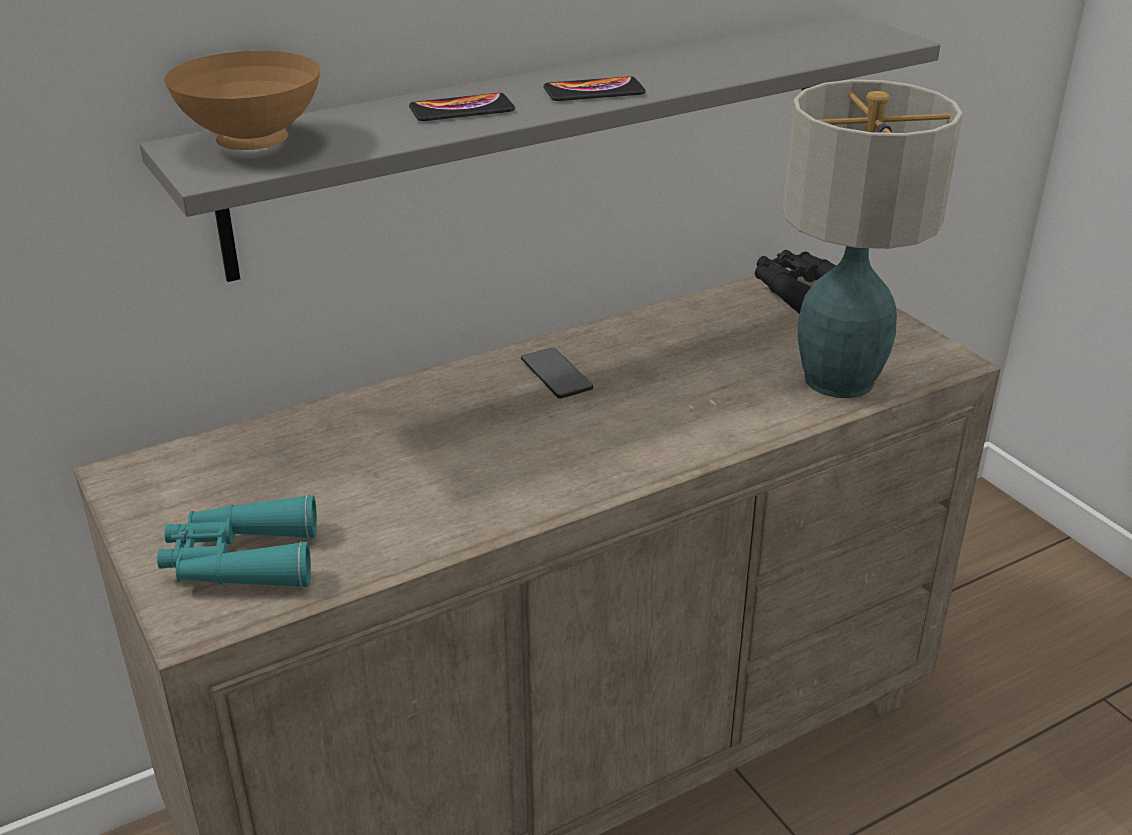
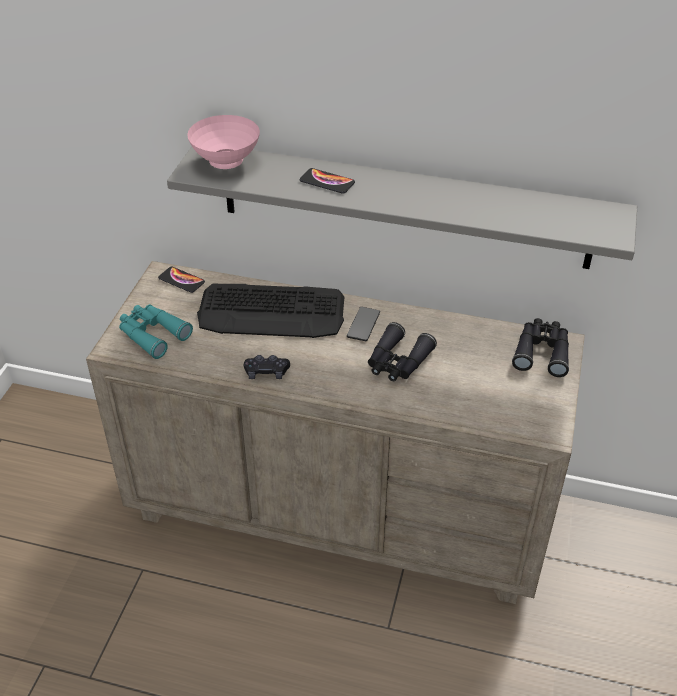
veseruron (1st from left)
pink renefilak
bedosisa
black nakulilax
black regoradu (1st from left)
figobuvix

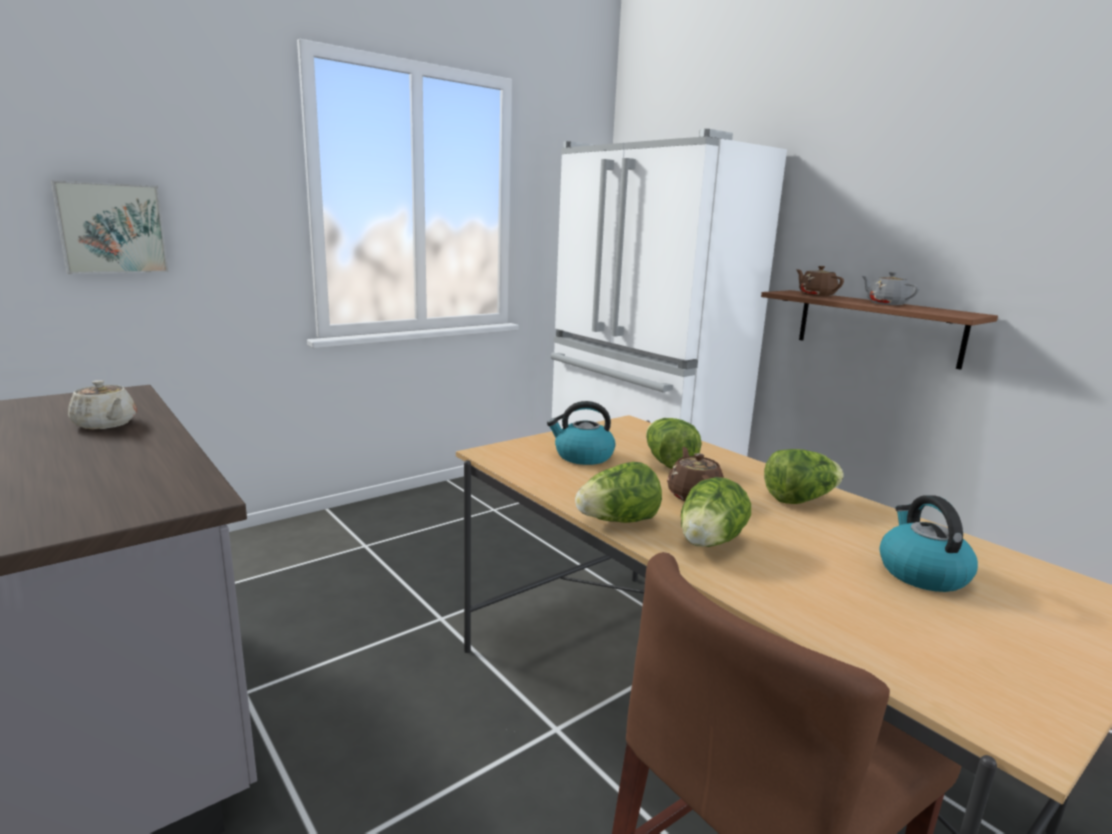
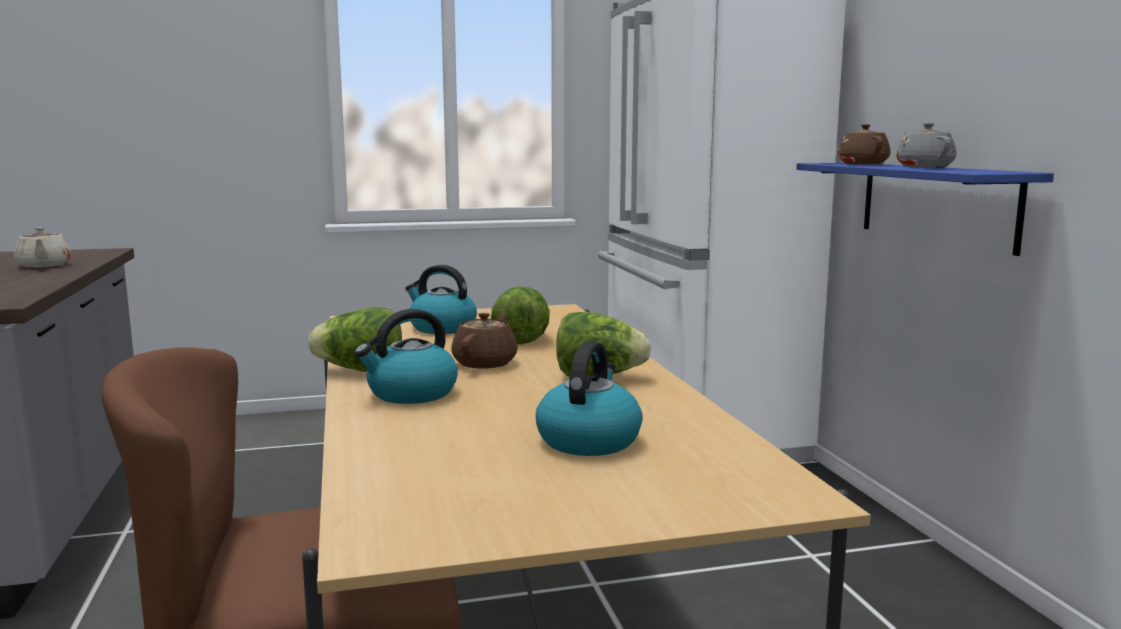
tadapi (1st from left)
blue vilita
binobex

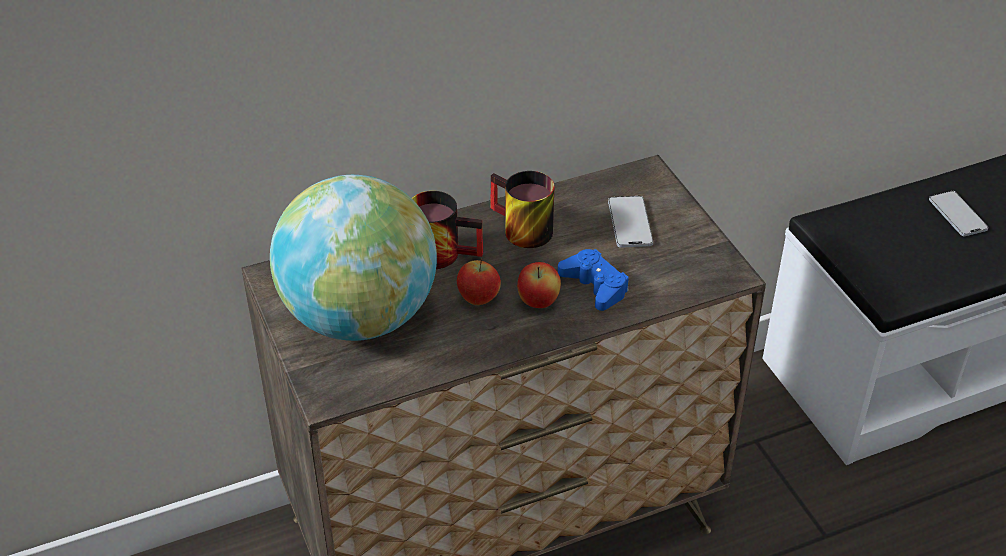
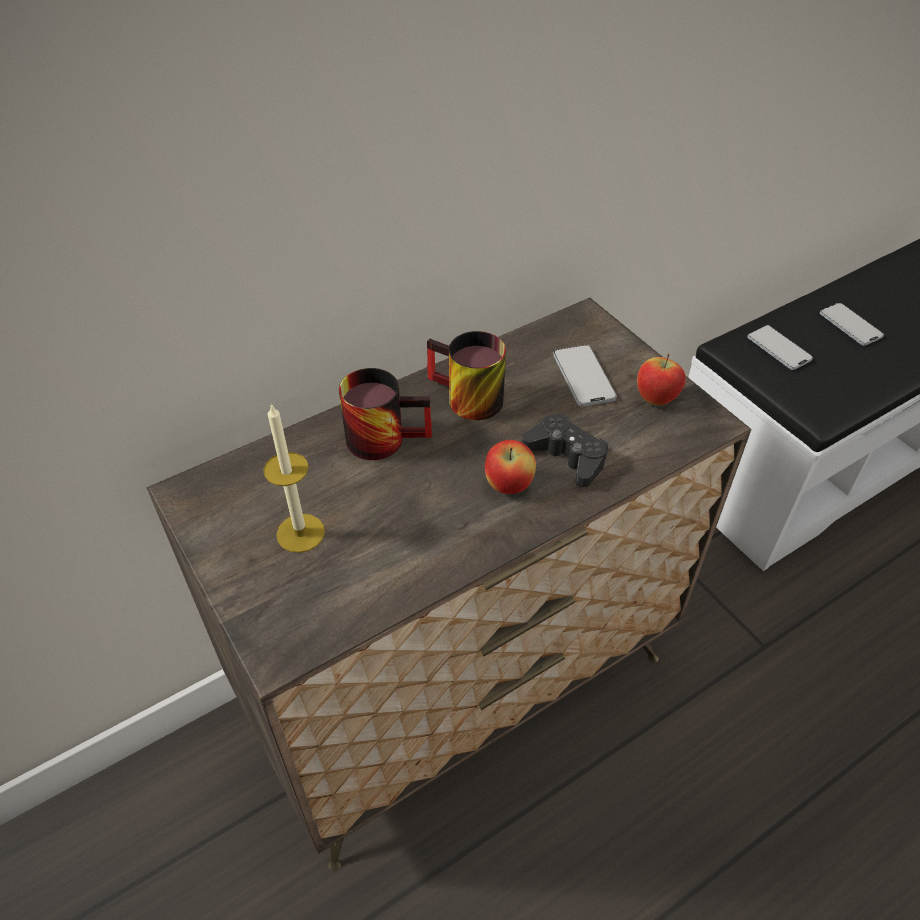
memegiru
black nakulilax
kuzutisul (2nd from left)
veseruron (2nd from left)

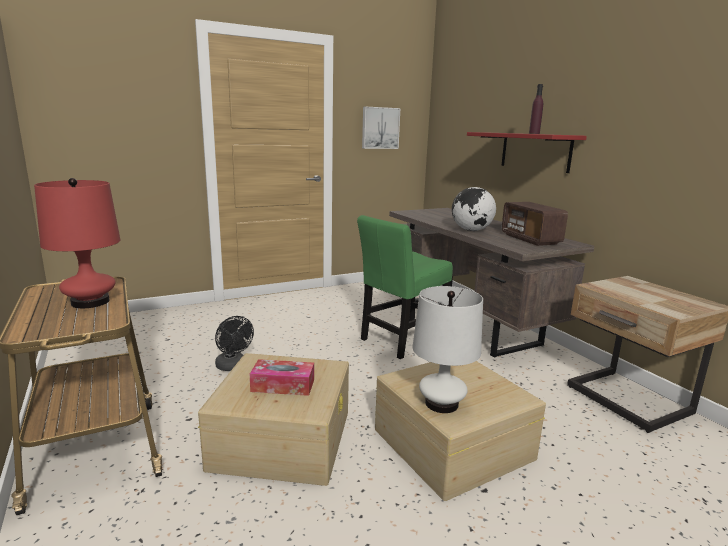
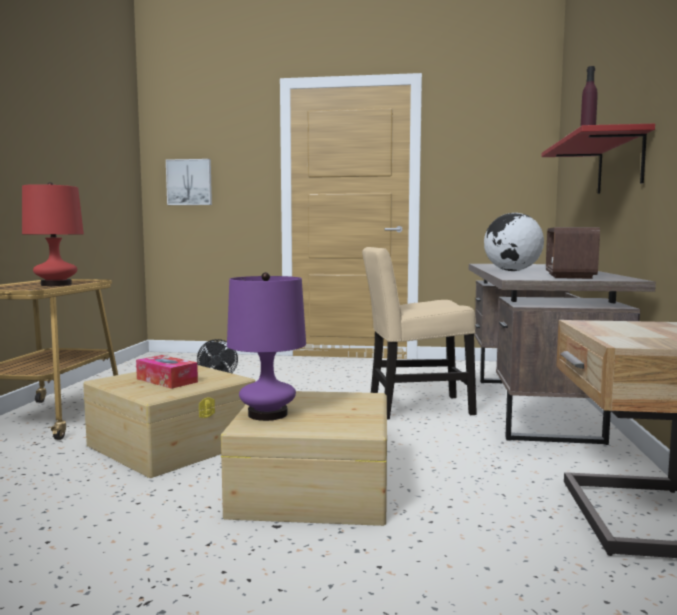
binobex
purple figobuvix
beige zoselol

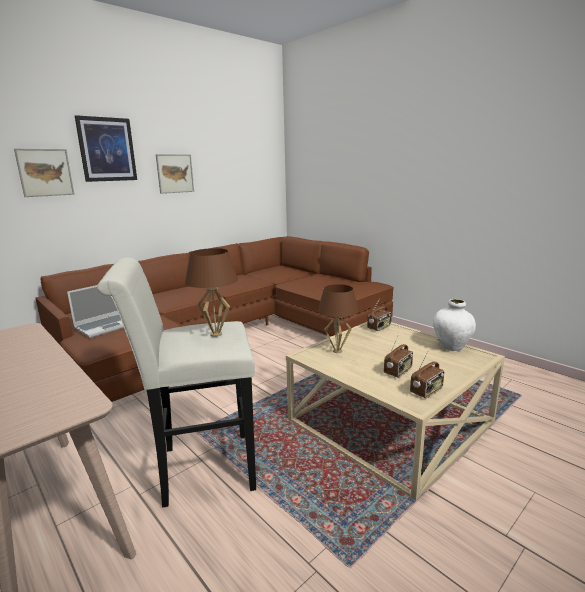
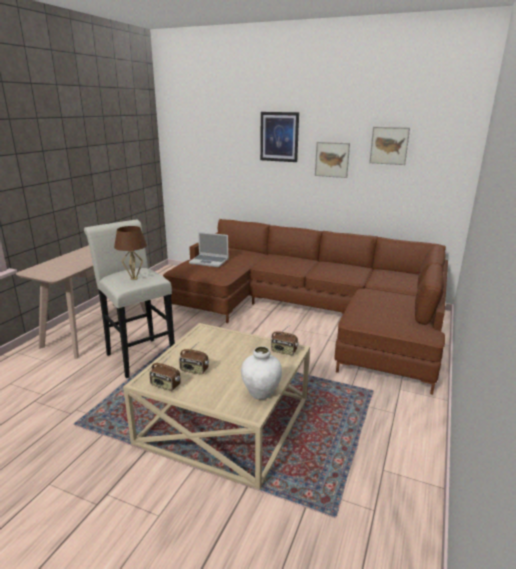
binobex (3rd from left)
brown figobuvix (2nd from left in the first image)

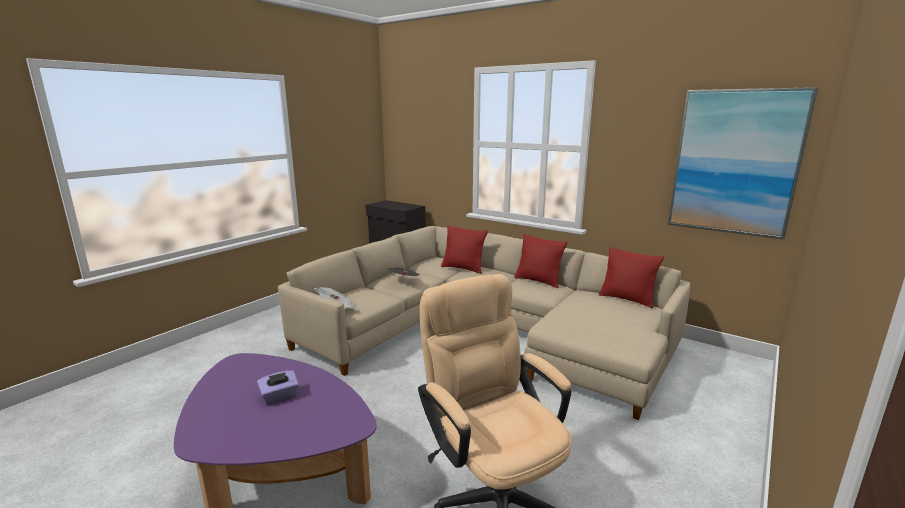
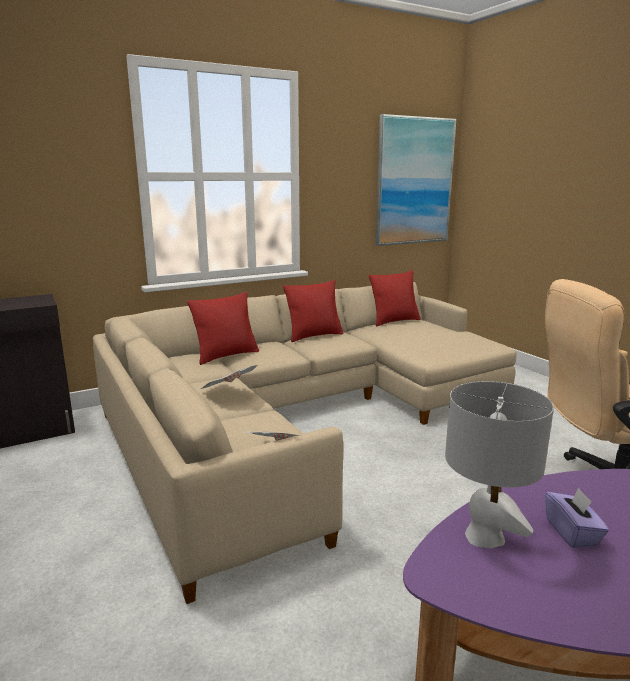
grey figobuvix

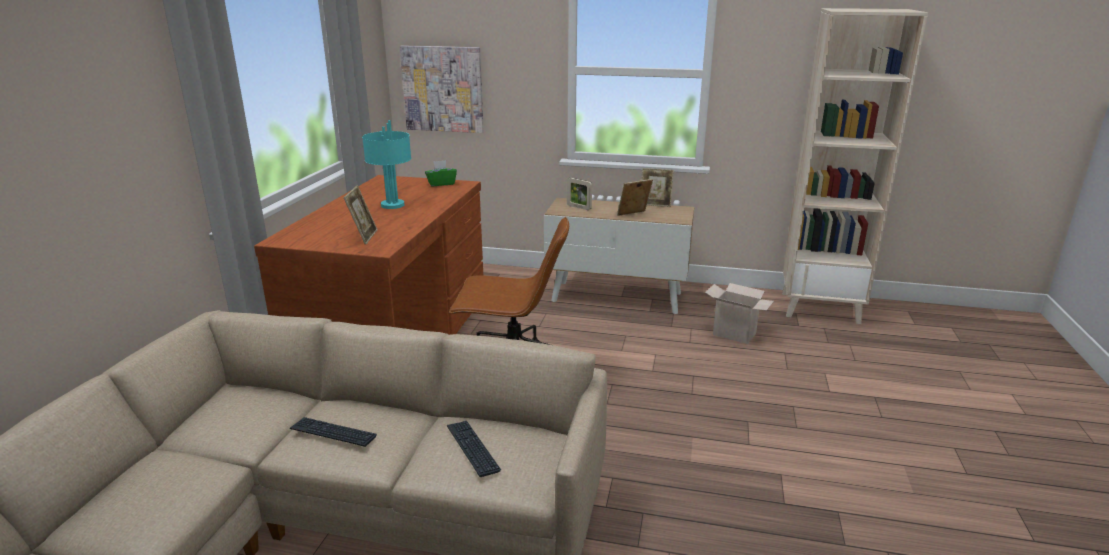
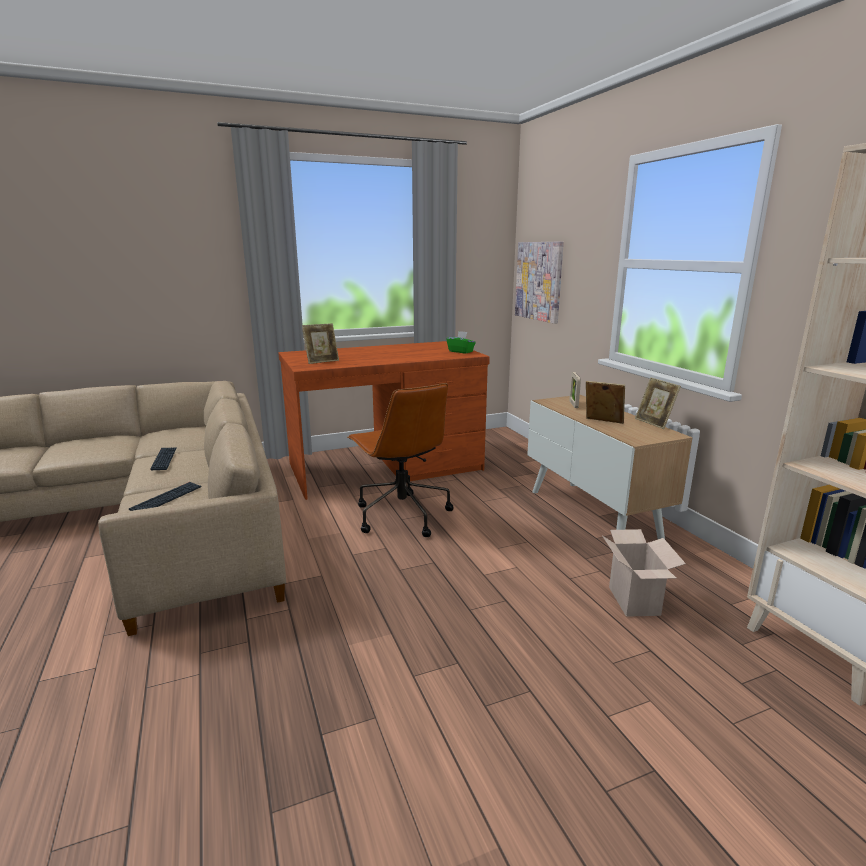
turquoise figobuvix

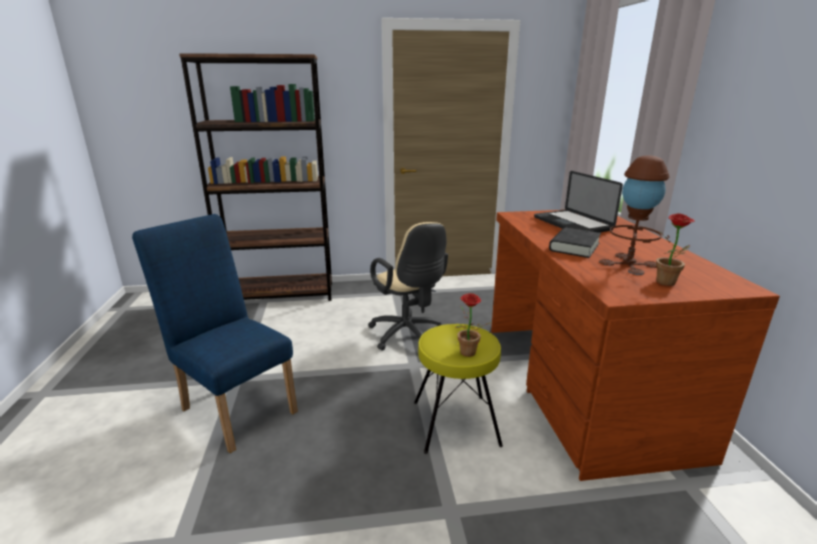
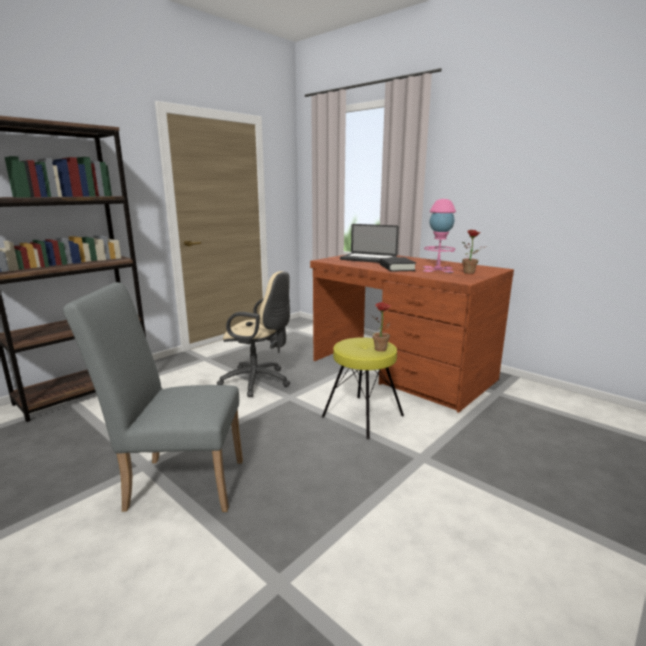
grey zoselol
pink figobuvix

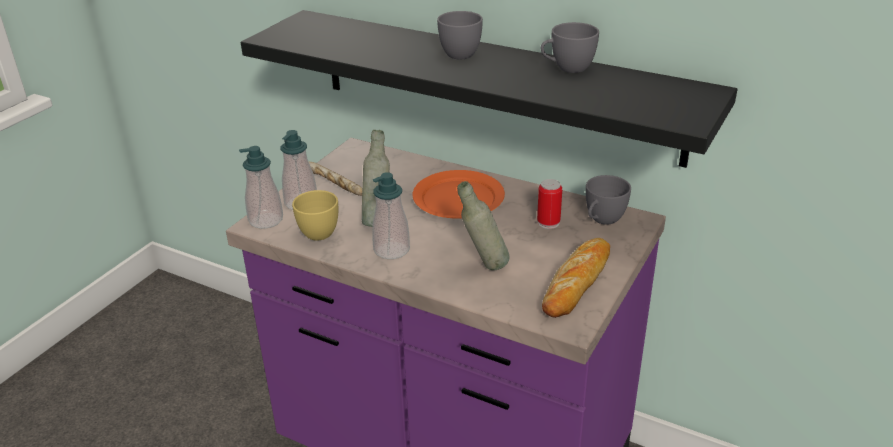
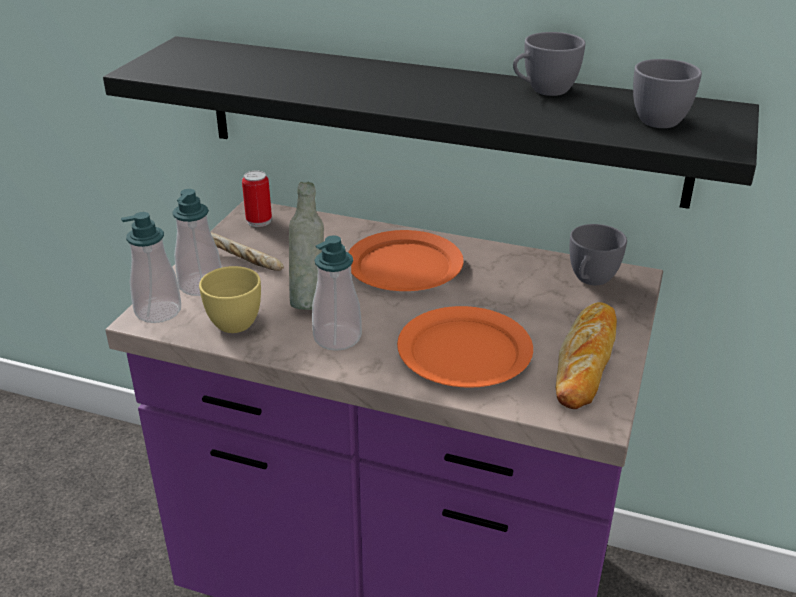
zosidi
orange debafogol (2nd from left)
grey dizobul (3rd from left)

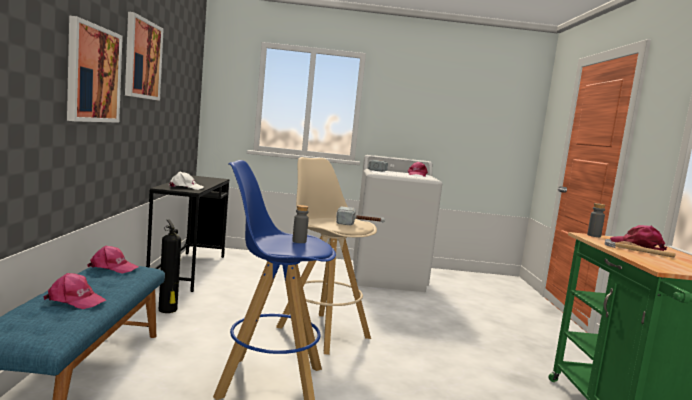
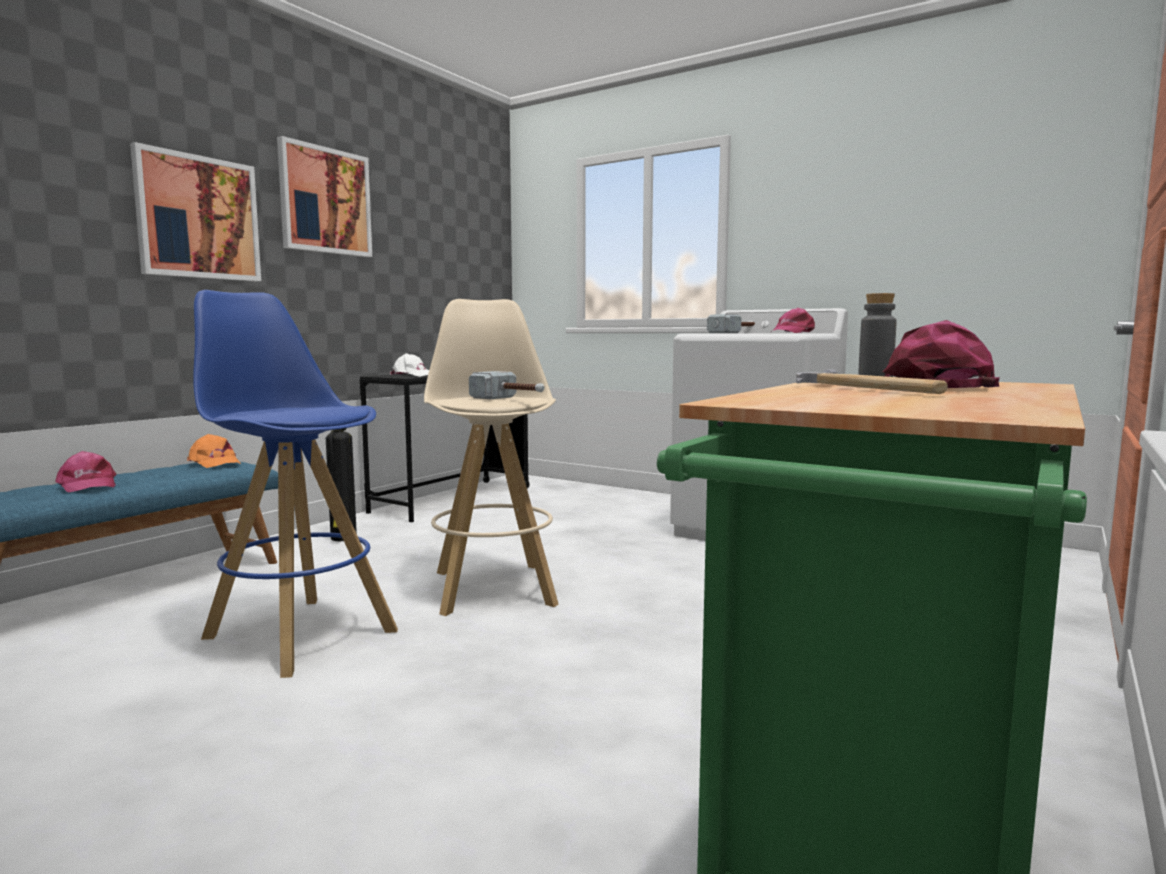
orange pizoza
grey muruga (1st from left in the first image)

